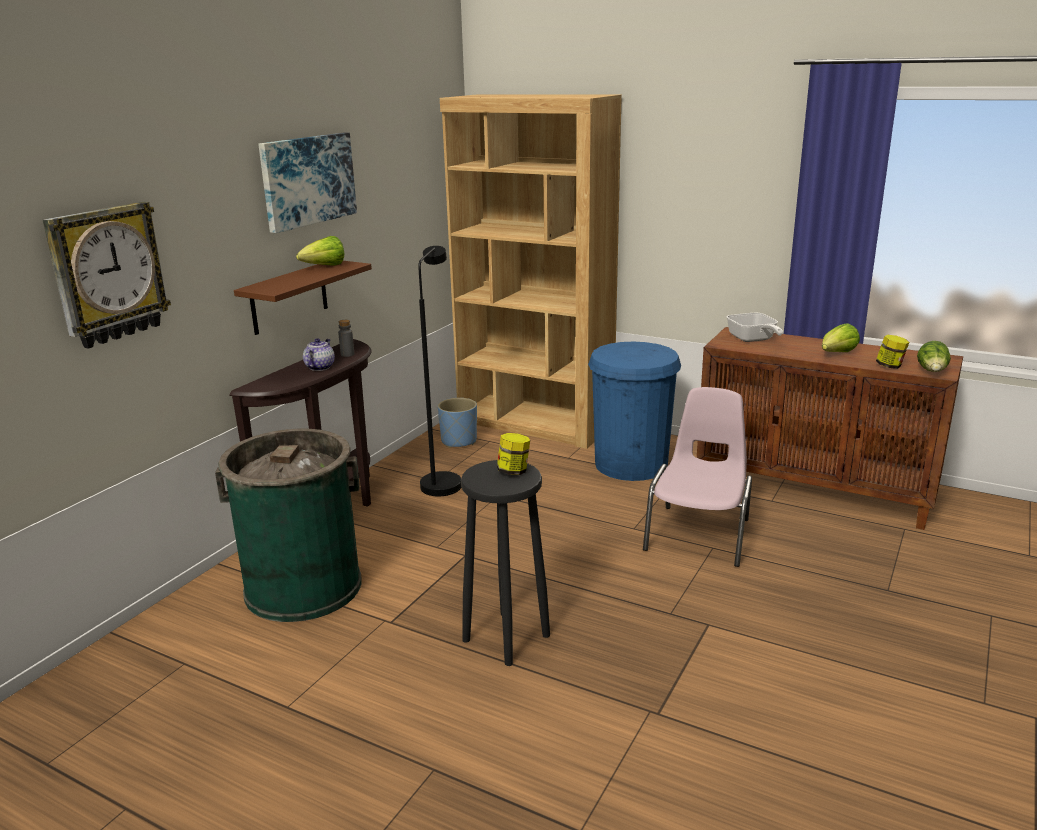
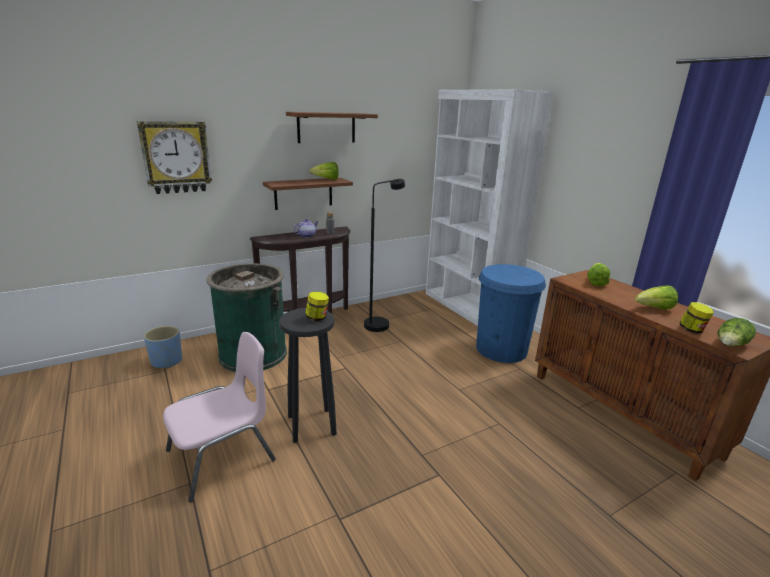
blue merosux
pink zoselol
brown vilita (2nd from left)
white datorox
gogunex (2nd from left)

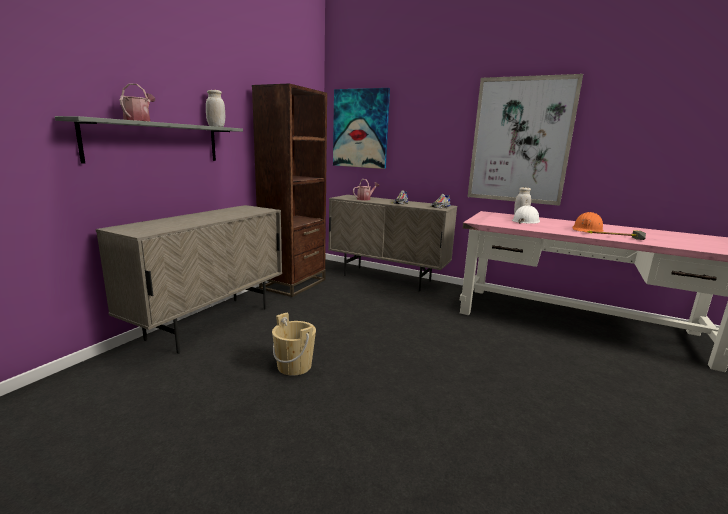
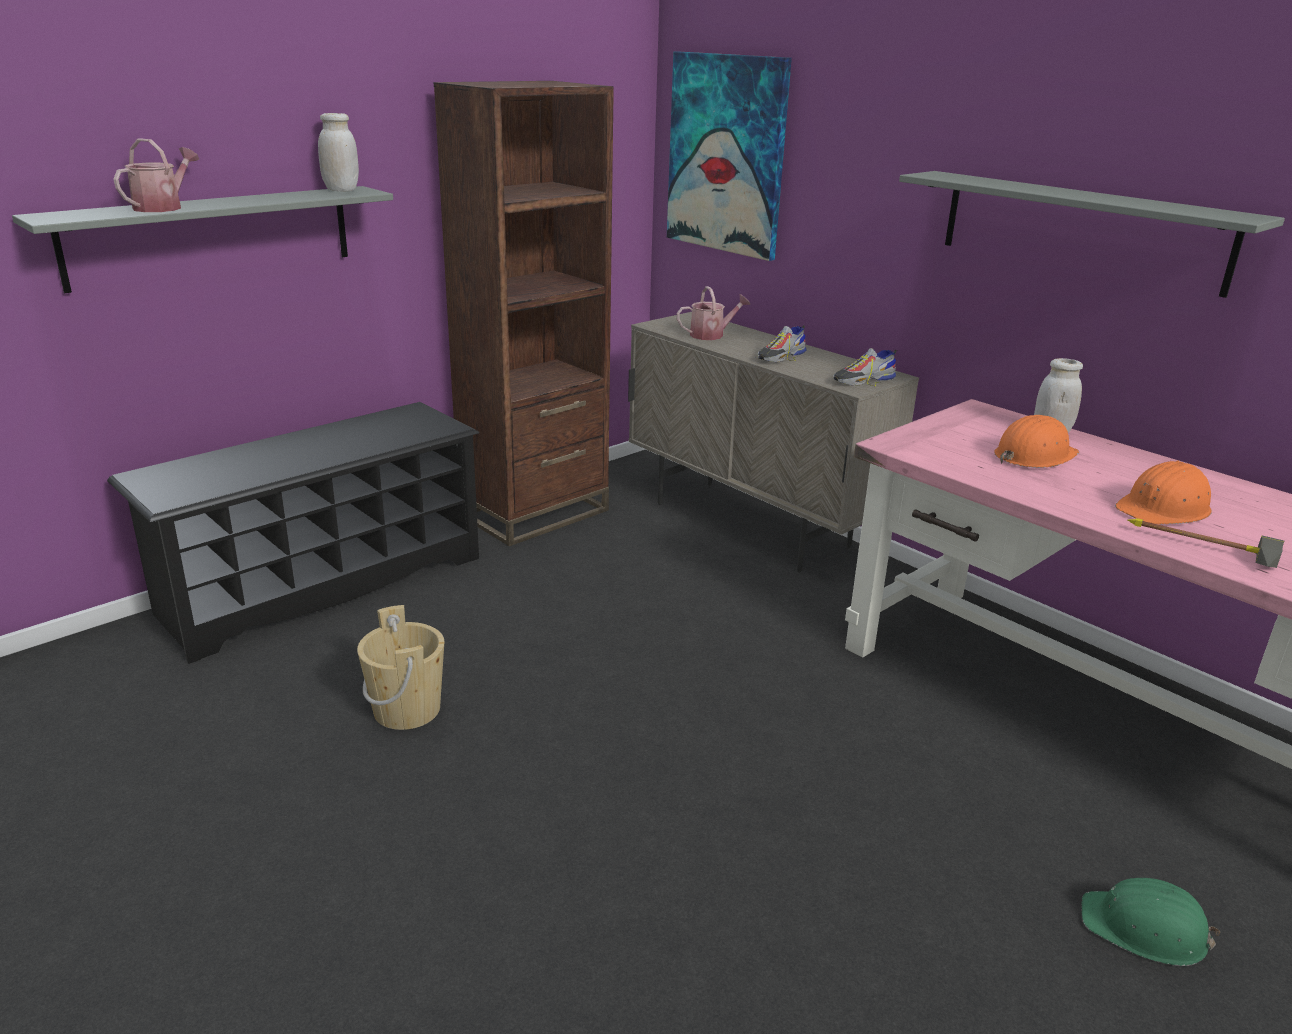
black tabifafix
grey vilita (2nd from left)
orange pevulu (1st from left)
green pevulu

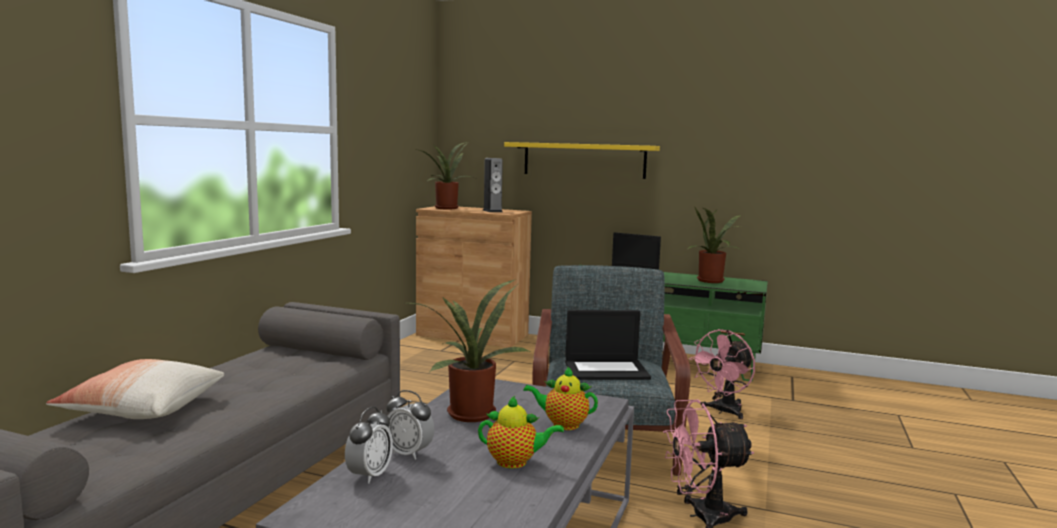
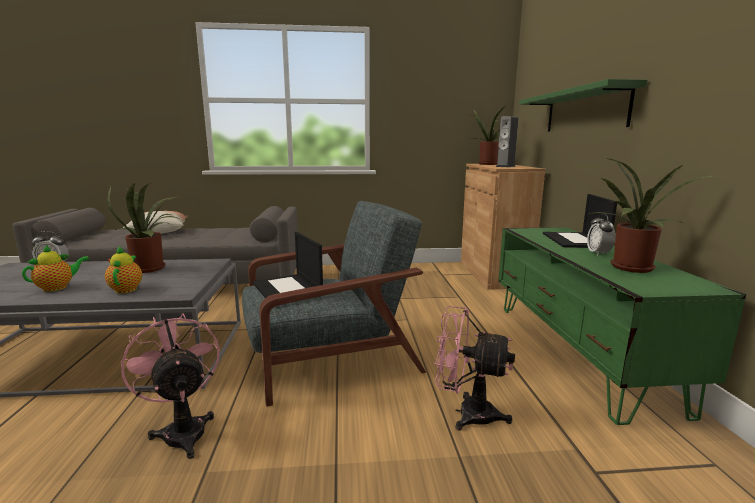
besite (1st from left)
green vilita
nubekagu (2nd from left)

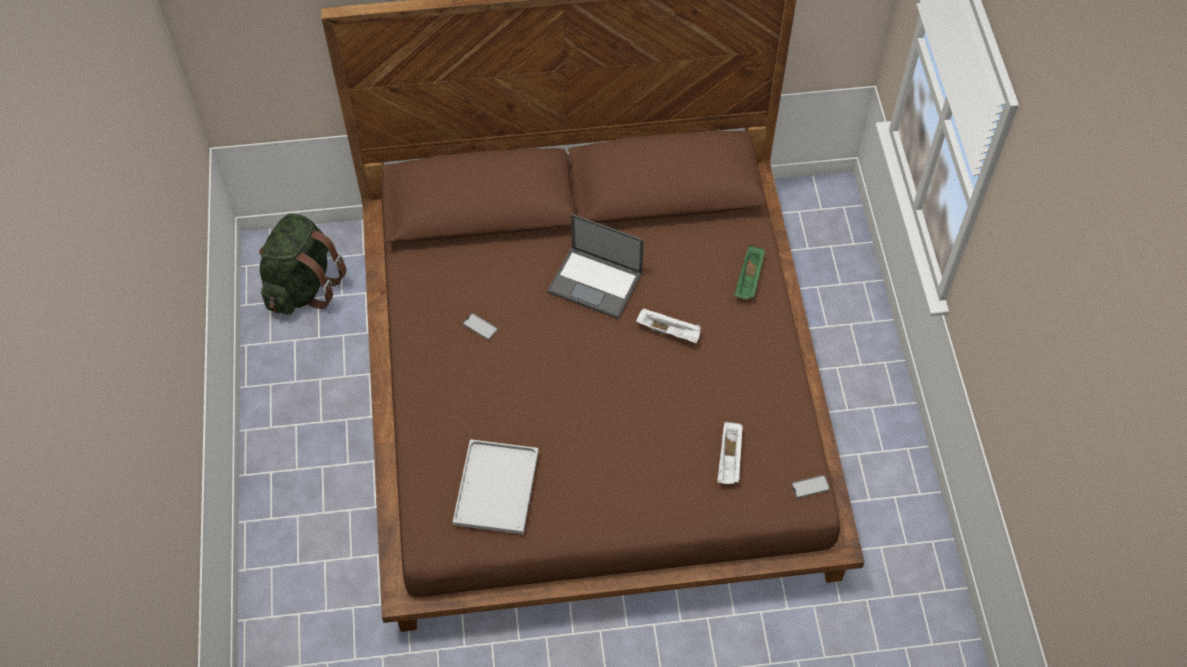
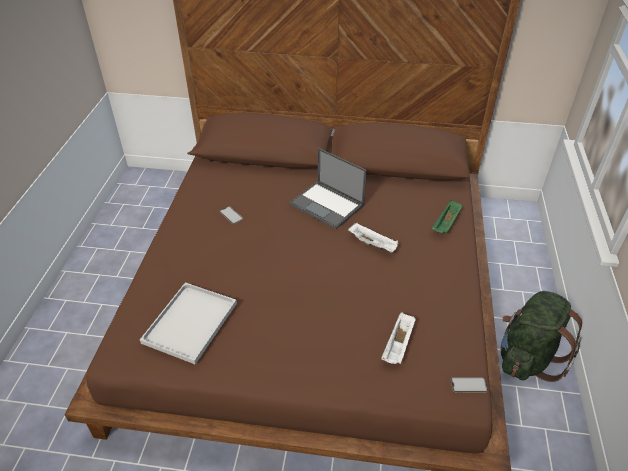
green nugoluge

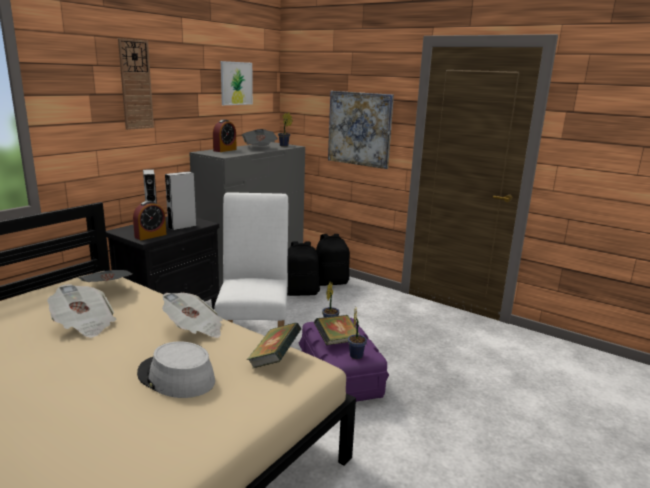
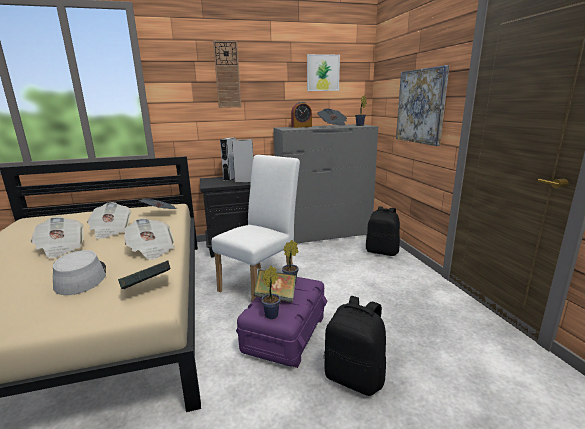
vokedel (1st from left)
black nugoluge (1st from left)
nubekagu (1st from left in the first image)

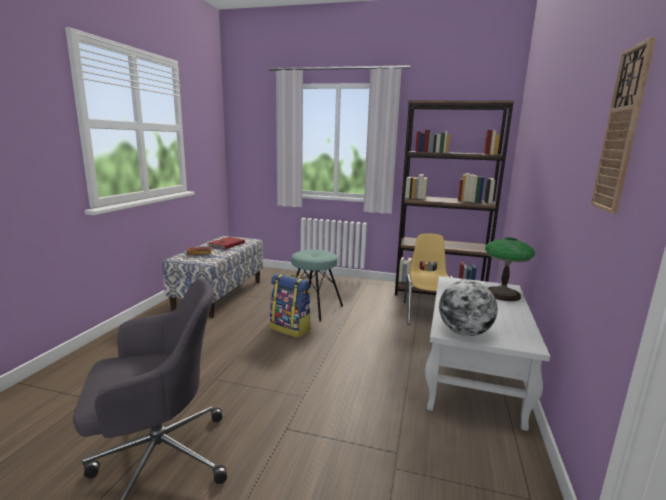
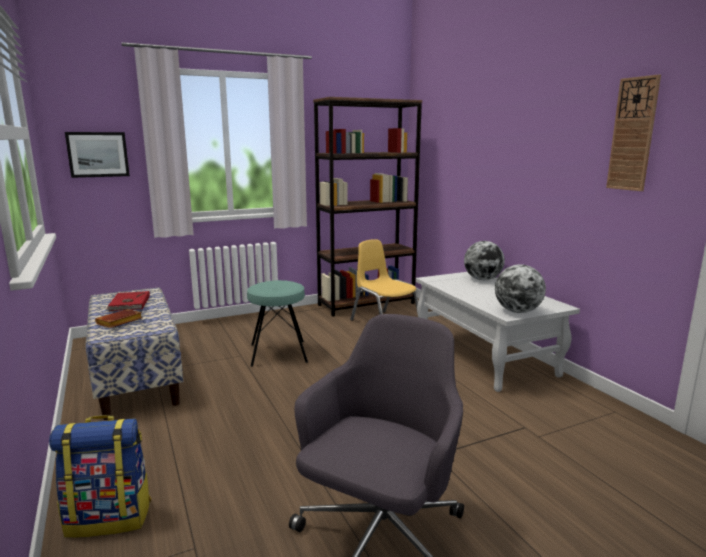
nugoluge
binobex
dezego (1st from left)

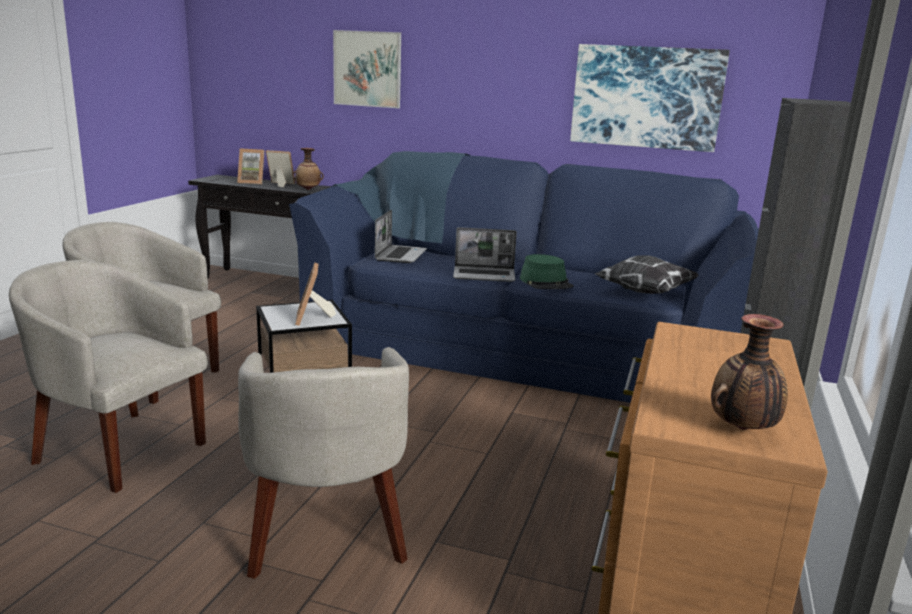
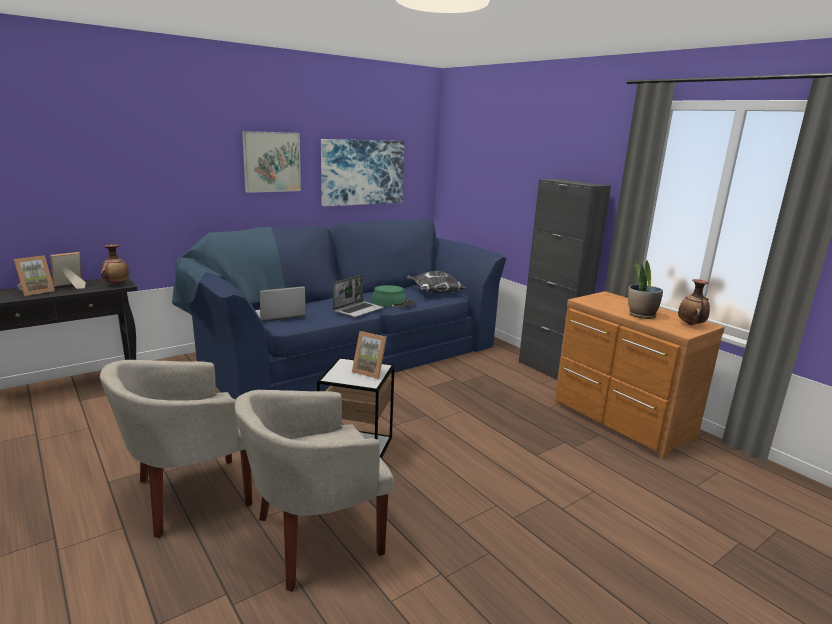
binobex (1st from left)
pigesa (1st from left)
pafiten
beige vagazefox (3rd from left in the first image)

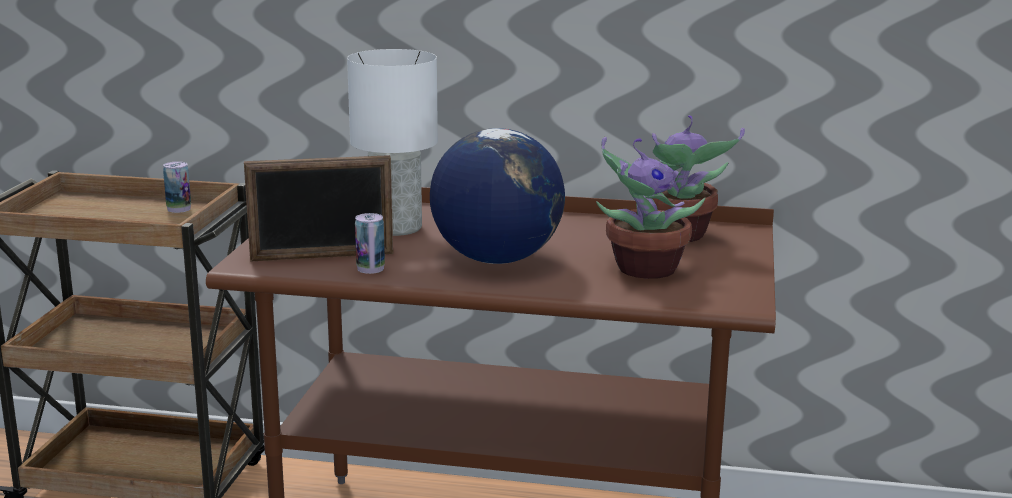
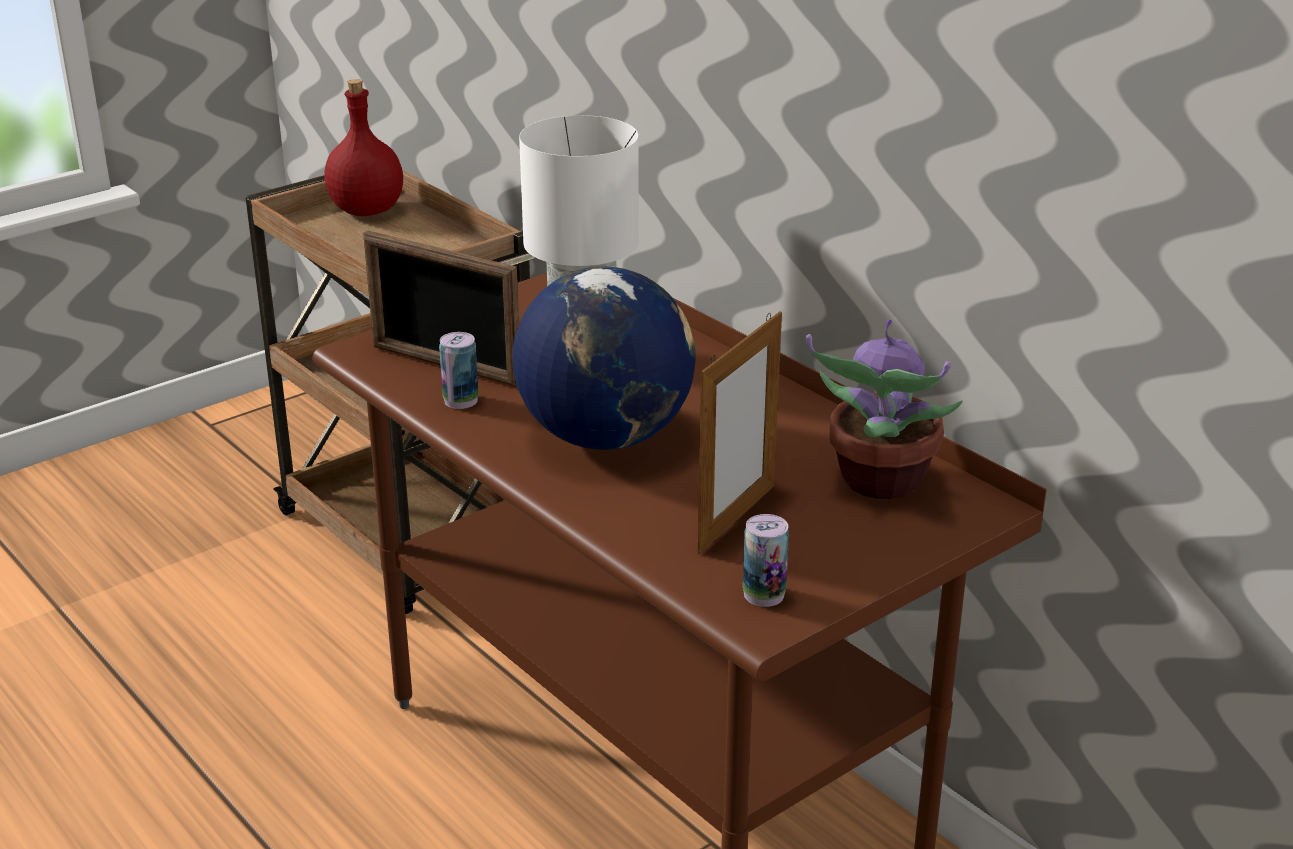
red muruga
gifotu (2nd from left)
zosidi (2nd from left)

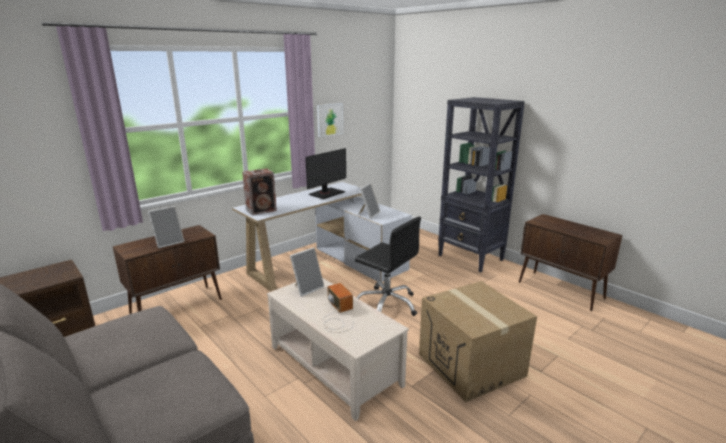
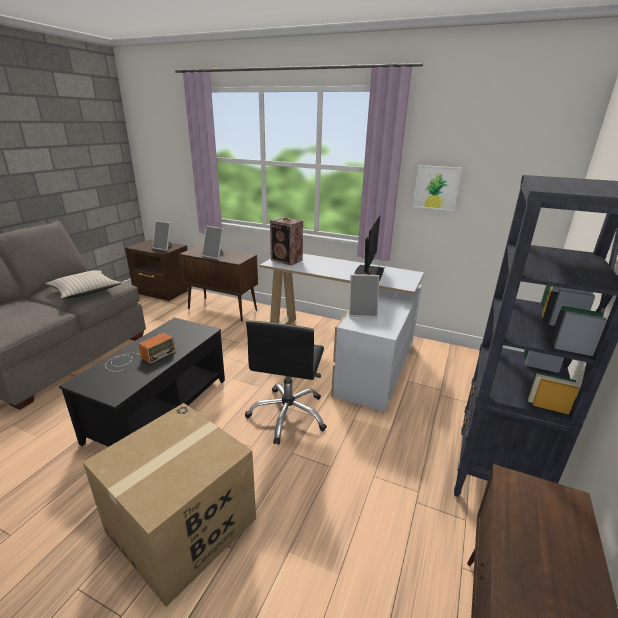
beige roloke
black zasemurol
gifotu (1st from left)
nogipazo

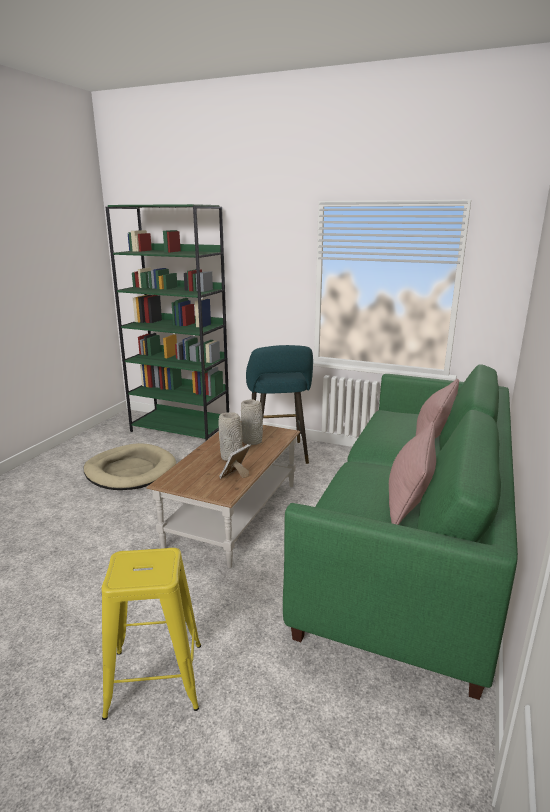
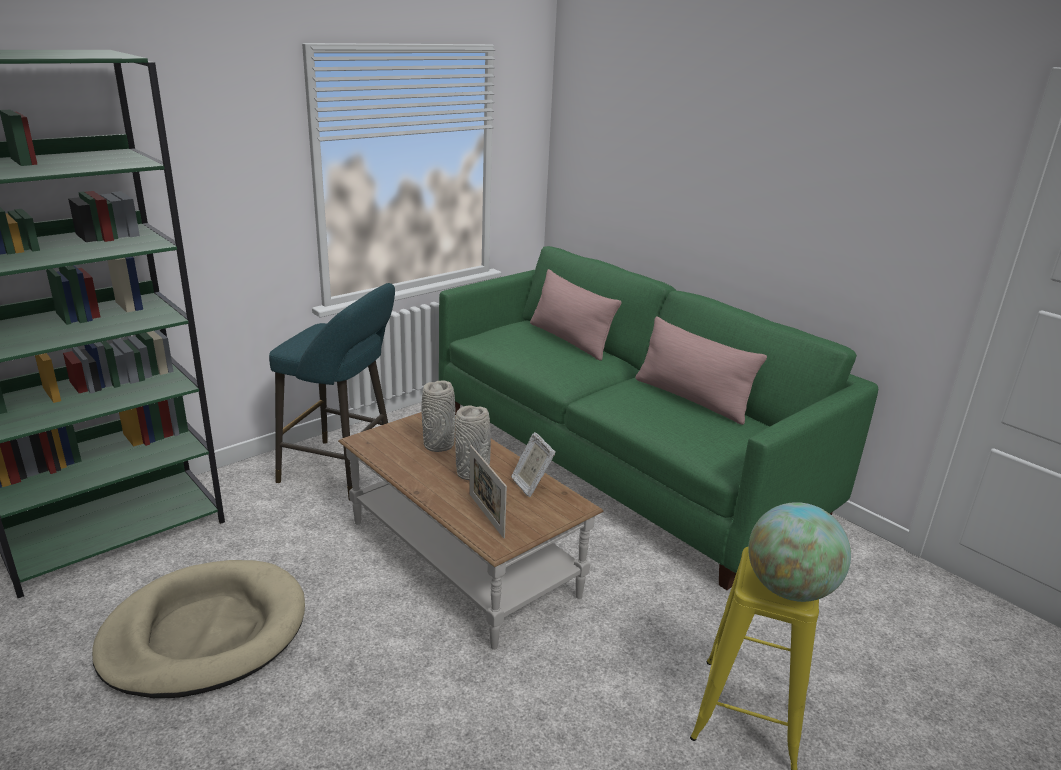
gifotu (1st from left)
dezego

